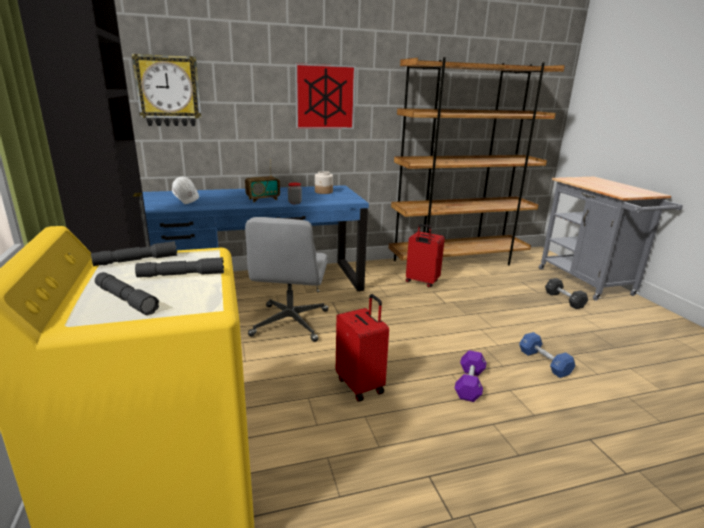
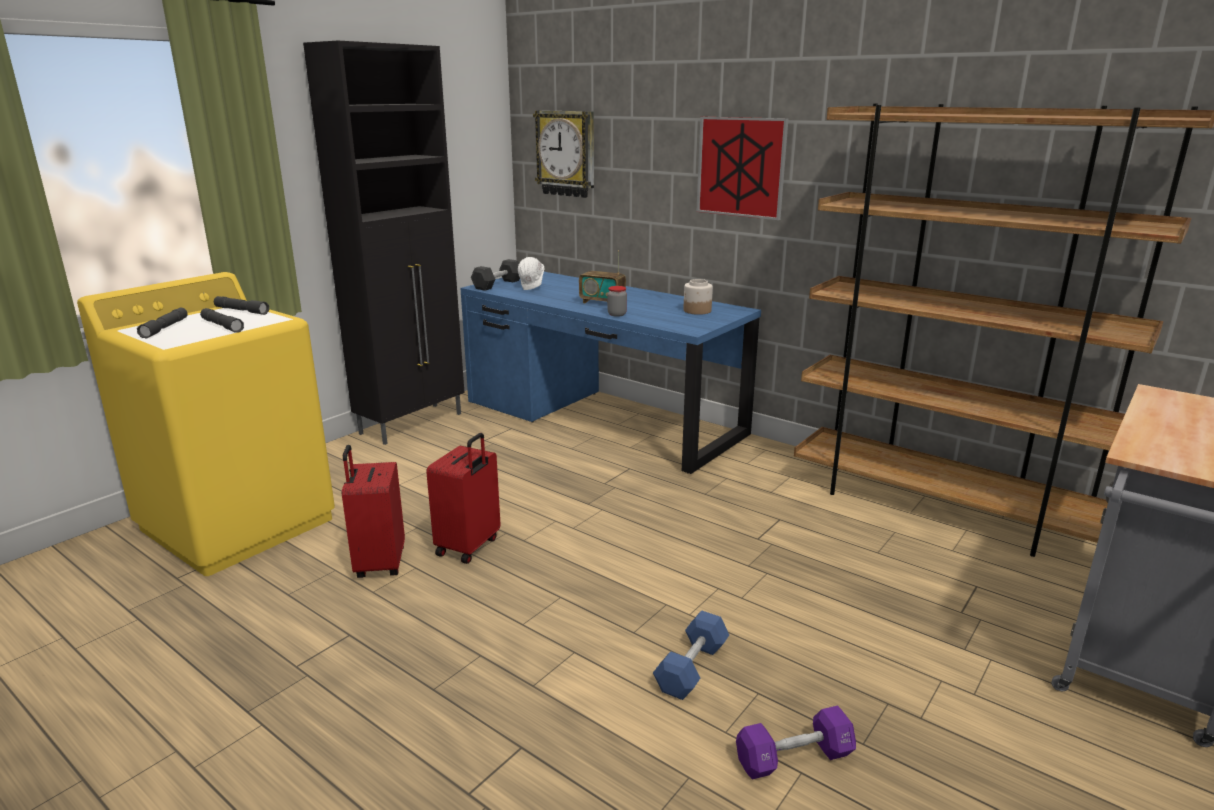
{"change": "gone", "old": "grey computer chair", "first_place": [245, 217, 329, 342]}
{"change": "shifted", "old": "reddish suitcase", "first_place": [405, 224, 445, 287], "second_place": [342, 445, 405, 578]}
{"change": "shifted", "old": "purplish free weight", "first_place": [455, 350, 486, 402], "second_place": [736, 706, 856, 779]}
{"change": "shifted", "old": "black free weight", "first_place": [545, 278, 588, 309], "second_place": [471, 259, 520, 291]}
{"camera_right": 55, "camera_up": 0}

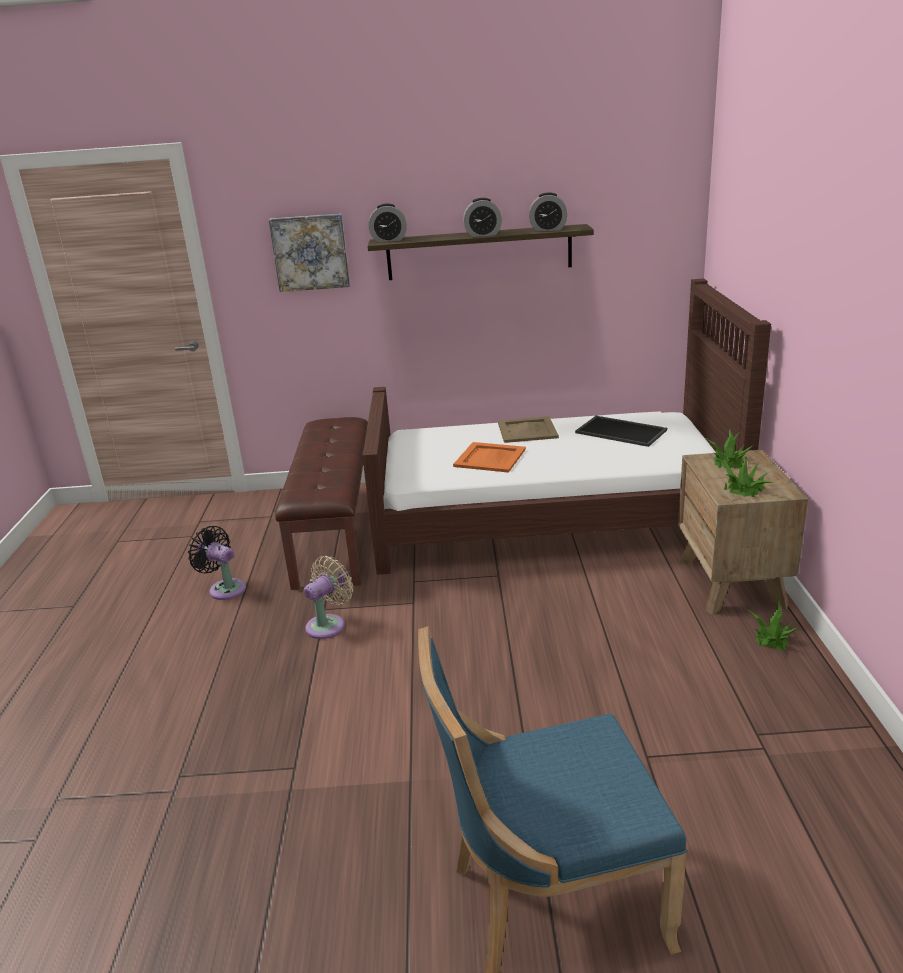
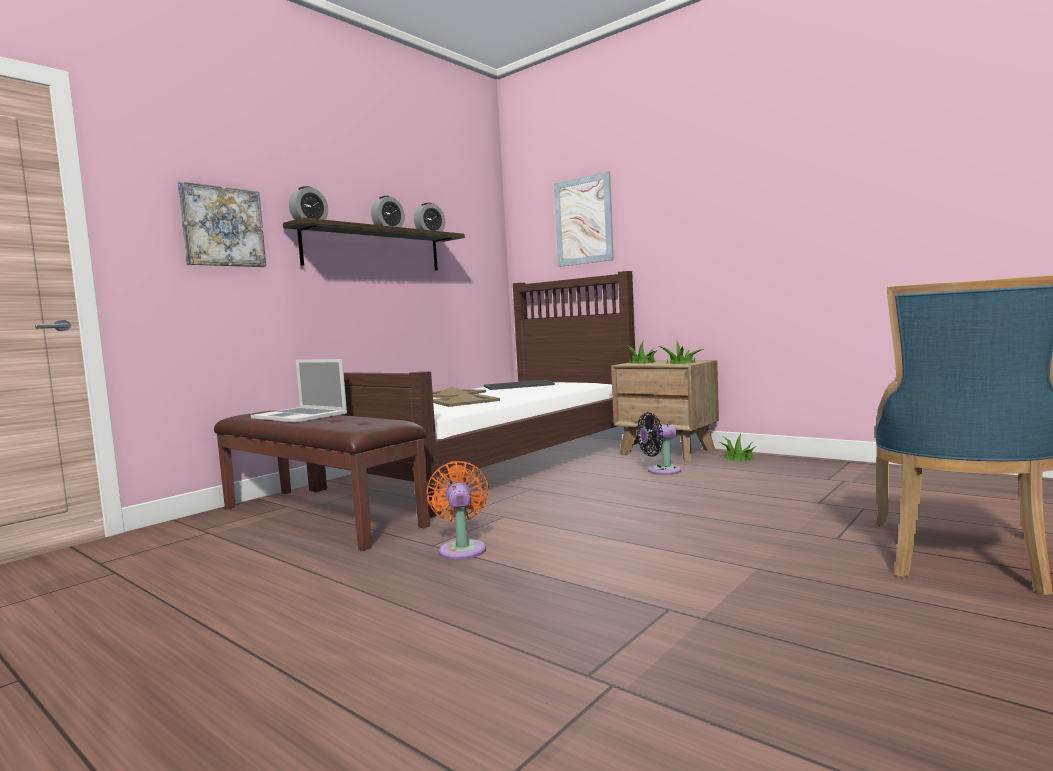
{"change": "new", "new": "portable computer", "second_place": [251, 359, 347, 422]}
{"change": "new", "new": "wall picture", "second_place": [554, 171, 614, 267]}
{"change": "shifted", "old": "black cooling fan", "first_place": [188, 526, 246, 600], "second_place": [637, 412, 681, 475]}
{"change": "repainted", "old": "beige-coloured cooling fan", "new": "orange-coloured cooling fan", "first_place": [303, 556, 353, 639], "second_place": [427, 461, 489, 560]}
{"change": "repainted", "old": "orange-coloured tray", "new": "beige-coloured tray", "first_place": [453, 442, 526, 473], "second_place": [433, 393, 500, 407]}
{"camera_right": -50, "camera_up": -20}

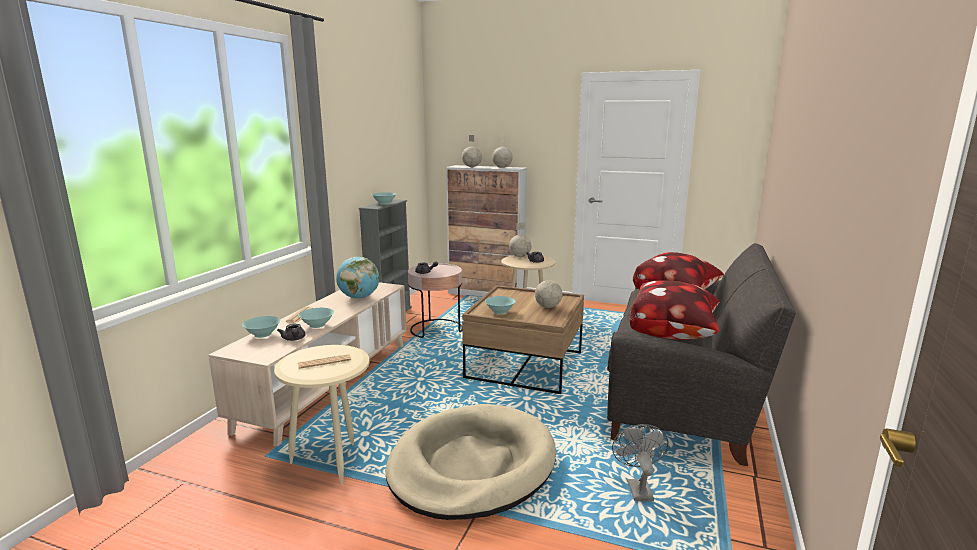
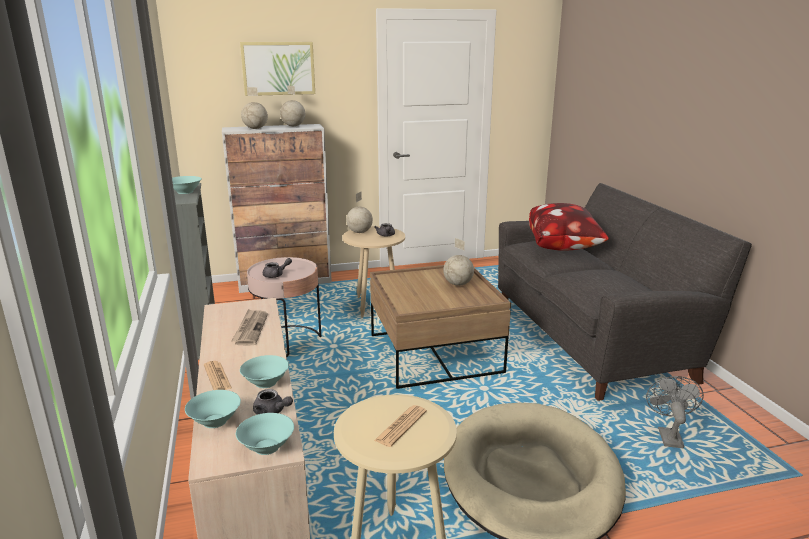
{"change": "gone", "old": "cushion", "first_place": [630, 280, 720, 340]}
{"change": "new", "new": "wall picture", "second_place": [240, 42, 315, 96]}
{"change": "shifted", "old": "turquoise-coloured serving bowl", "first_place": [485, 296, 516, 314], "second_place": [236, 413, 294, 455]}
{"change": "swapped", "old": "world globe", "new": "newspaper", "first_place": [336, 257, 379, 299], "second_place": [231, 309, 268, 345]}
{"change": "rotated", "old": "grey cooling fan", "first_place": [612, 424, 668, 501], "second_place": [646, 376, 704, 448], "degrees": 45}
{"camera_right": -35, "camera_up": 5}

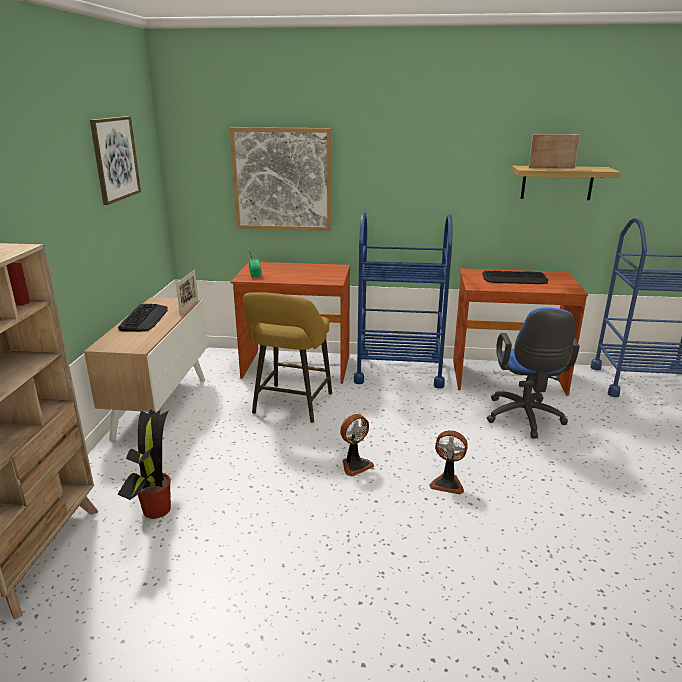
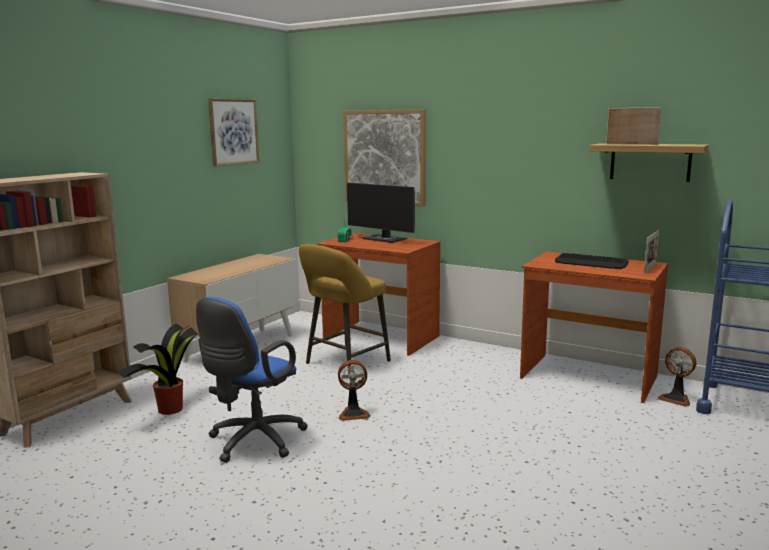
{"change": "gone", "old": "computer keyboard", "first_place": [118, 304, 168, 332]}
{"change": "gone", "old": "bluish cart", "first_place": [354, 212, 452, 389]}
{"change": "new", "new": "computer display", "second_place": [347, 183, 415, 243]}
{"change": "shifted", "old": "standing frame", "first_place": [176, 270, 198, 315], "second_place": [644, 230, 659, 274]}
{"change": "shifted", "old": "cooling fan", "first_place": [429, 430, 468, 494], "second_place": [657, 347, 696, 407]}
{"change": "shifted", "old": "bluish computer chair", "first_place": [487, 307, 580, 439], "second_place": [196, 297, 308, 463]}
{"camera_right": 25, "camera_up": -10}

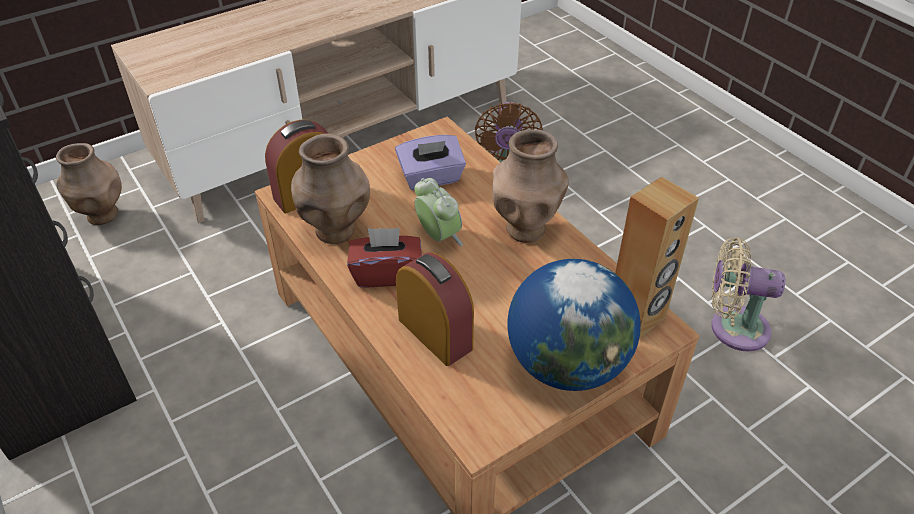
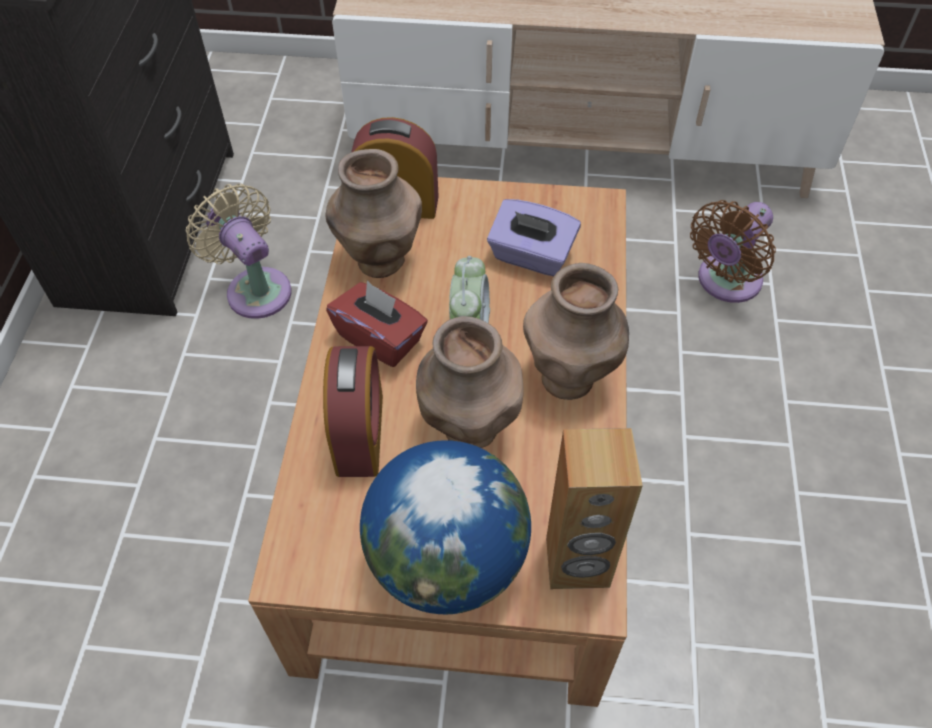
{"change": "shifted", "old": "brown vase", "first_place": [56, 143, 122, 225], "second_place": [416, 316, 523, 448]}
{"change": "shifted", "old": "beige-coloured cooling fan", "first_place": [711, 237, 785, 351], "second_place": [186, 184, 292, 319]}
{"camera_right": 40, "camera_up": 10}

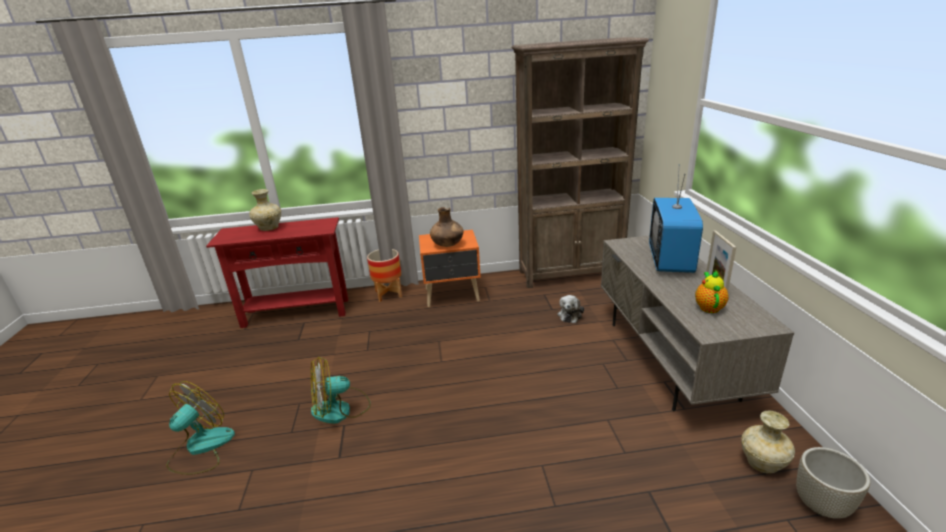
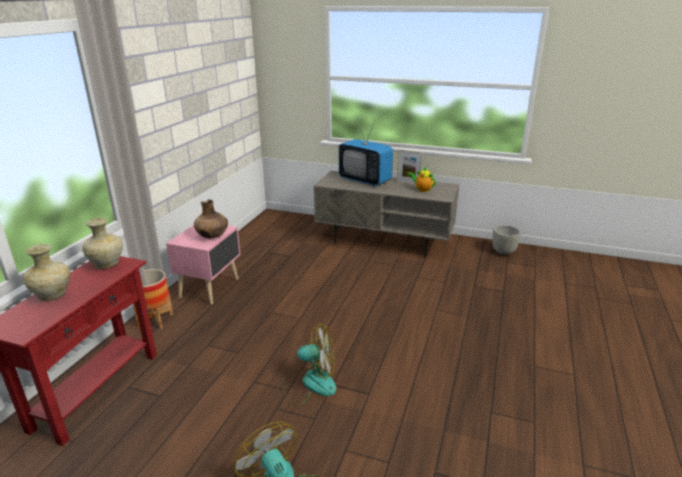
{"change": "gone", "old": "brown shelving unit", "first_place": [512, 37, 649, 288]}
{"change": "gone", "old": "soft toy", "first_place": [558, 295, 584, 323]}
{"change": "shifted", "old": "beige-coloured vase", "first_place": [741, 411, 795, 474], "second_place": [82, 218, 123, 269]}
{"change": "repainted", "old": "orange-coloured nightstand", "new": "pinkish nightstand", "first_place": [419, 230, 481, 307], "second_place": [166, 225, 240, 305]}
{"change": "rotated", "old": "cooling fan", "first_place": [311, 357, 371, 424], "second_place": [283, 324, 336, 406], "degrees": -90}
{"camera_right": -65, "camera_up": 0}

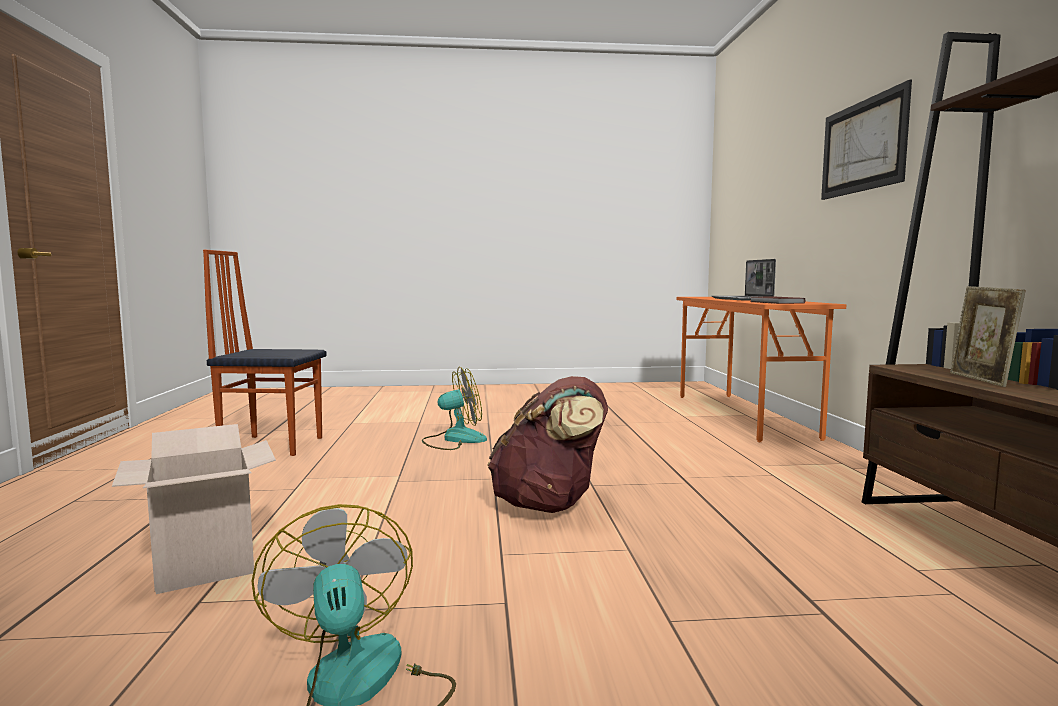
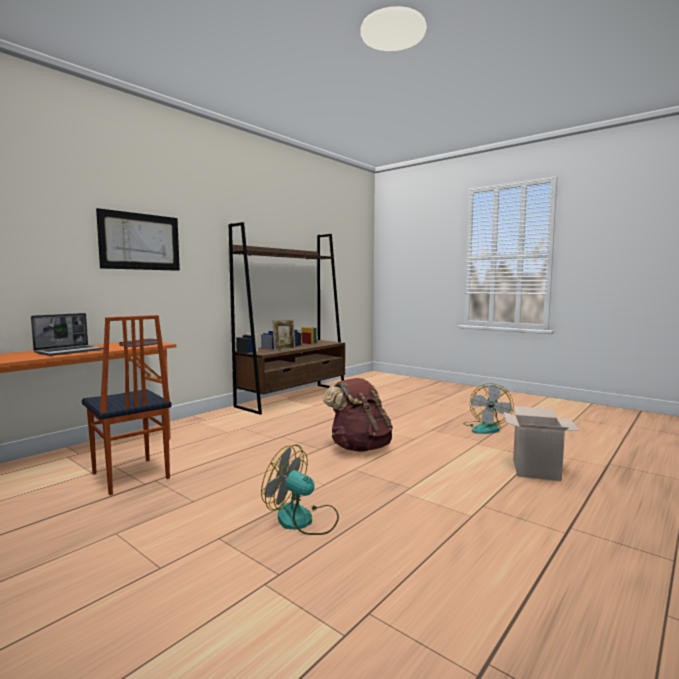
{"change": "shifted", "old": "plain chair", "first_place": [203, 250, 327, 456], "second_place": [82, 315, 172, 495]}
{"camera_right": -135, "camera_up": 0}

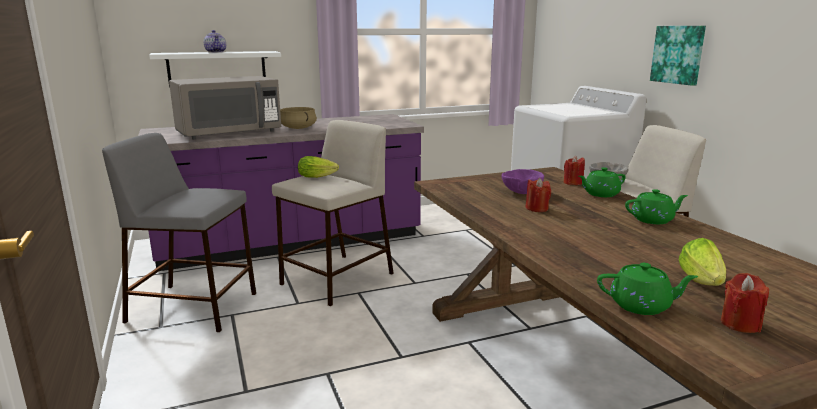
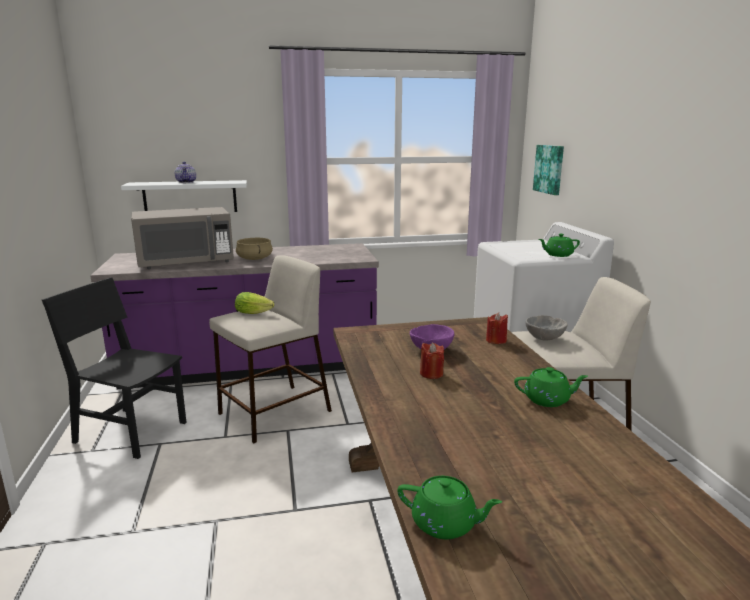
{"change": "gone", "old": "head of lettuce", "first_place": [679, 238, 726, 286]}
{"change": "gone", "old": "reddish wax candle", "first_place": [721, 273, 769, 333]}
{"change": "shifted", "old": "greenish tea pot", "first_place": [579, 167, 626, 197], "second_place": [539, 234, 580, 257]}
{"change": "shifted", "old": "wall picture", "first_place": [650, 26, 706, 86], "second_place": [533, 145, 564, 195]}
{"change": "swapped", "old": "grey sitting stool", "new": "black plain chair", "first_place": [102, 133, 256, 332], "second_place": [42, 278, 187, 459]}
{"camera_right": 10, "camera_up": 0}

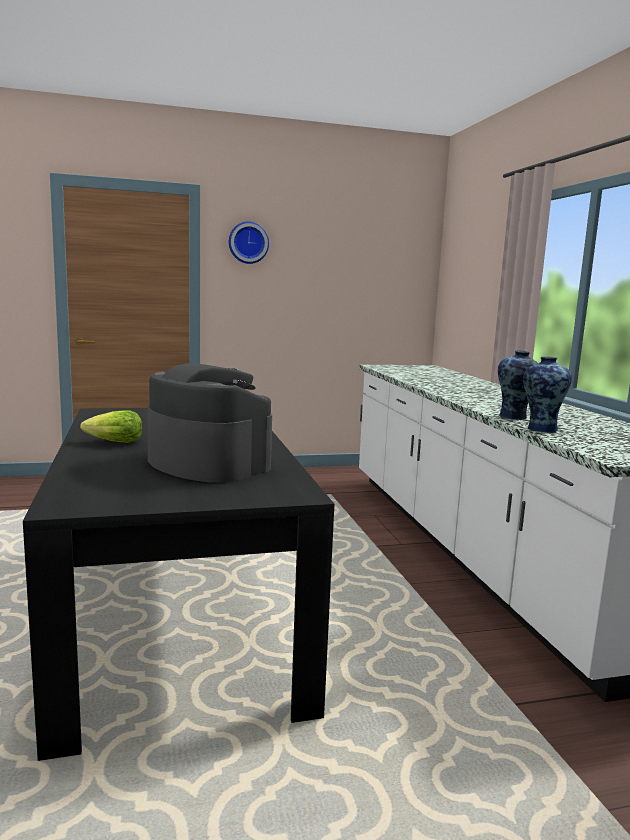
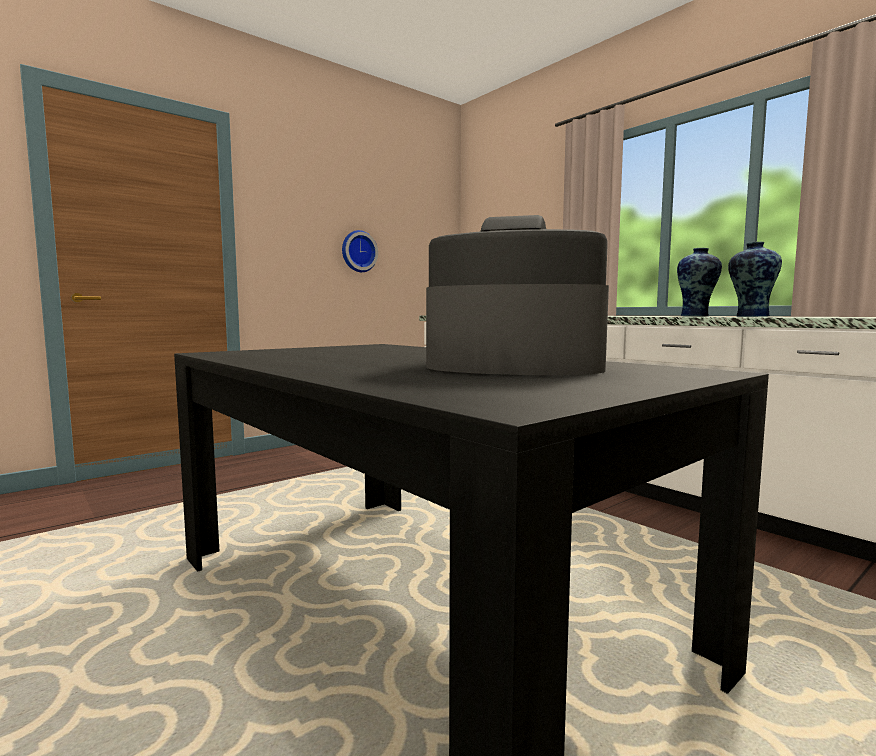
{"change": "gone", "old": "head of lettuce", "first_place": [80, 410, 142, 443]}
{"change": "shifted", "old": "hanging clock", "first_place": [229, 222, 269, 264], "second_place": [342, 230, 378, 272]}
{"camera_right": -25, "camera_up": -5}

